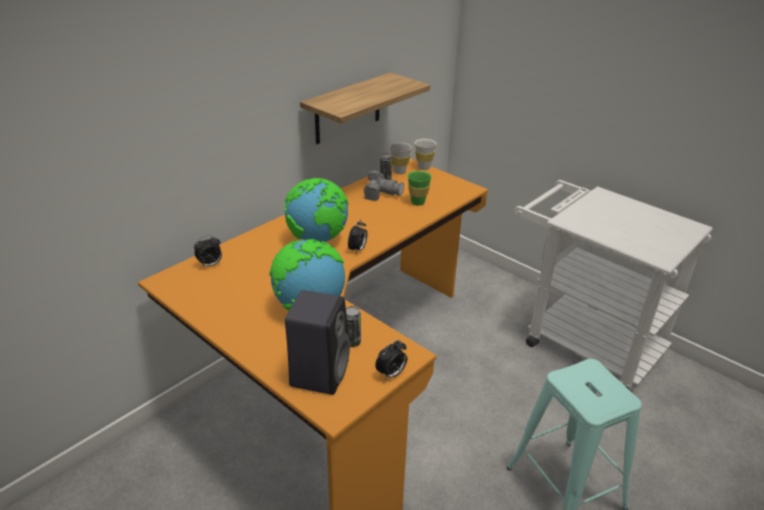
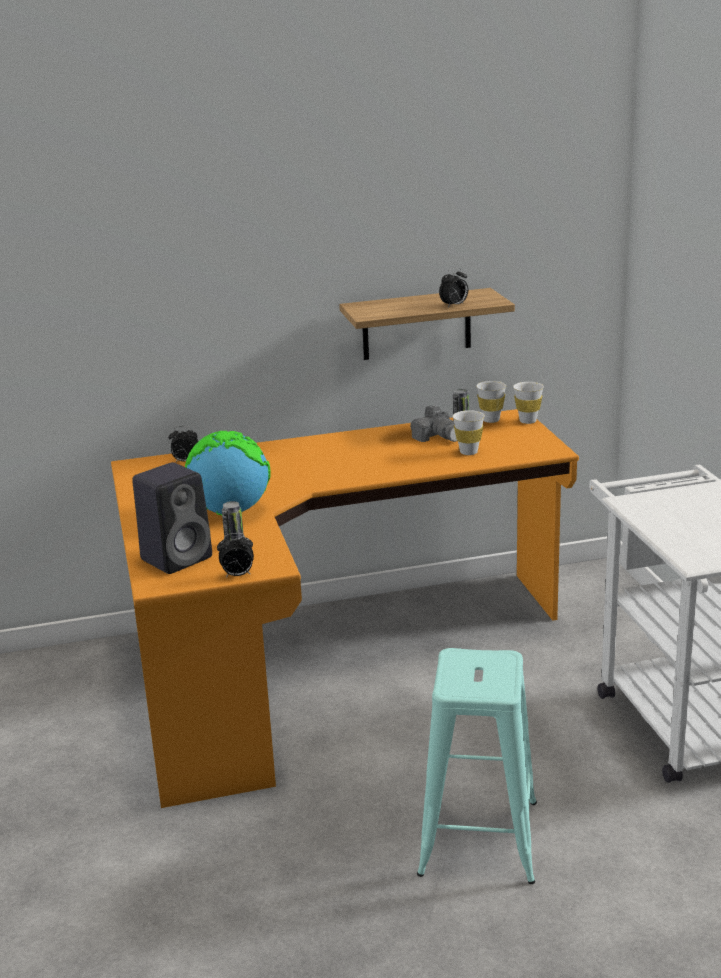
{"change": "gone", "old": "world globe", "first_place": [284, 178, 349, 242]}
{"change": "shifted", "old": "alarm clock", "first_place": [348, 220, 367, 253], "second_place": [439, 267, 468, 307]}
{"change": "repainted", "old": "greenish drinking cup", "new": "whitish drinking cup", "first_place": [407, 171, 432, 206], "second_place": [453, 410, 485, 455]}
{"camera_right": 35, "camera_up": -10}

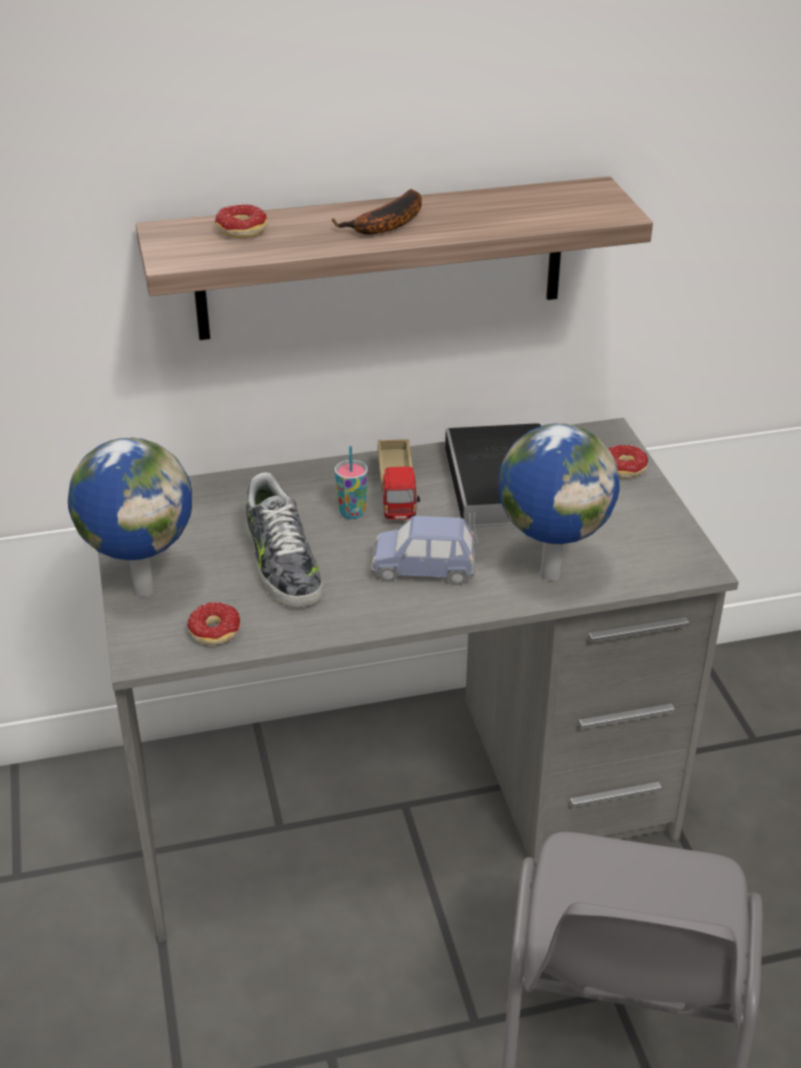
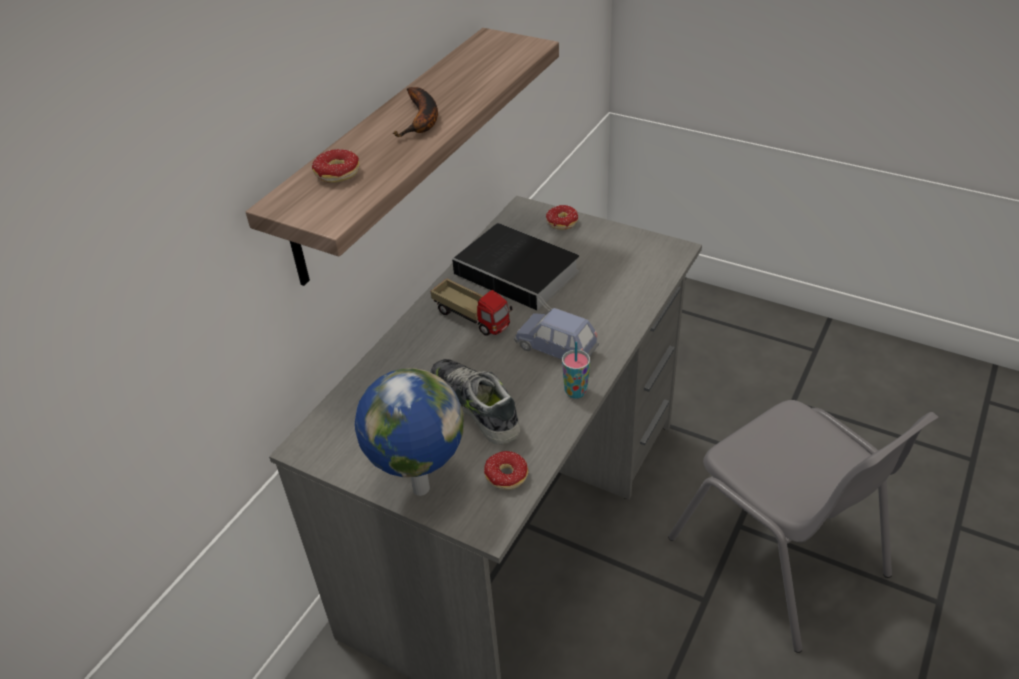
{"change": "gone", "old": "world globe", "first_place": [499, 423, 620, 581]}
{"change": "shifted", "old": "drinking cup", "first_place": [335, 446, 368, 519], "second_place": [562, 341, 590, 399]}
{"change": "rotated", "old": "item of footwear", "first_place": [246, 472, 323, 608], "second_place": [429, 359, 520, 445], "degrees": -150}
{"change": "rotated", "old": "bluish toy car", "first_place": [371, 516, 476, 585], "second_place": [514, 308, 599, 360], "degrees": 75}
{"camera_right": -45, "camera_up": 5}

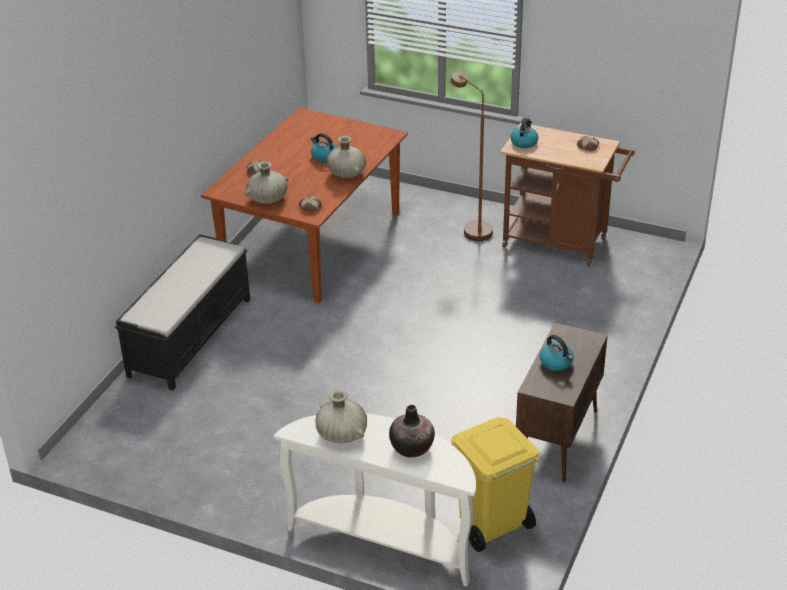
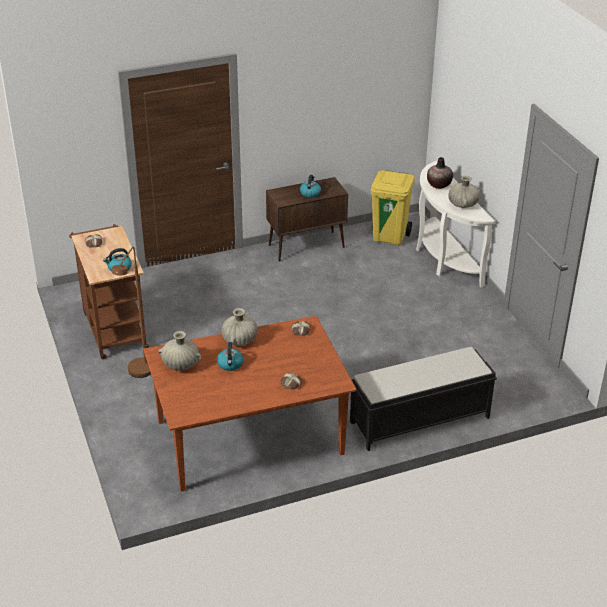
{"change": "shifted", "old": "beige-coloured vase", "first_place": [245, 161, 288, 204], "second_place": [158, 331, 202, 371]}
{"camera_right": -135, "camera_up": 0}

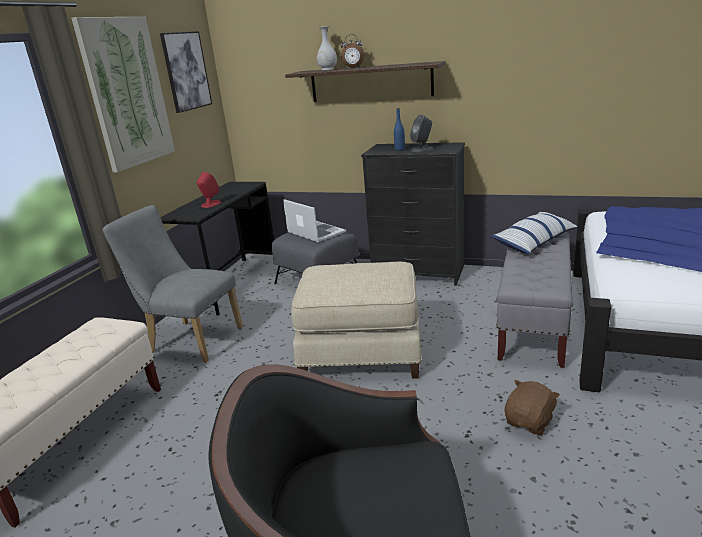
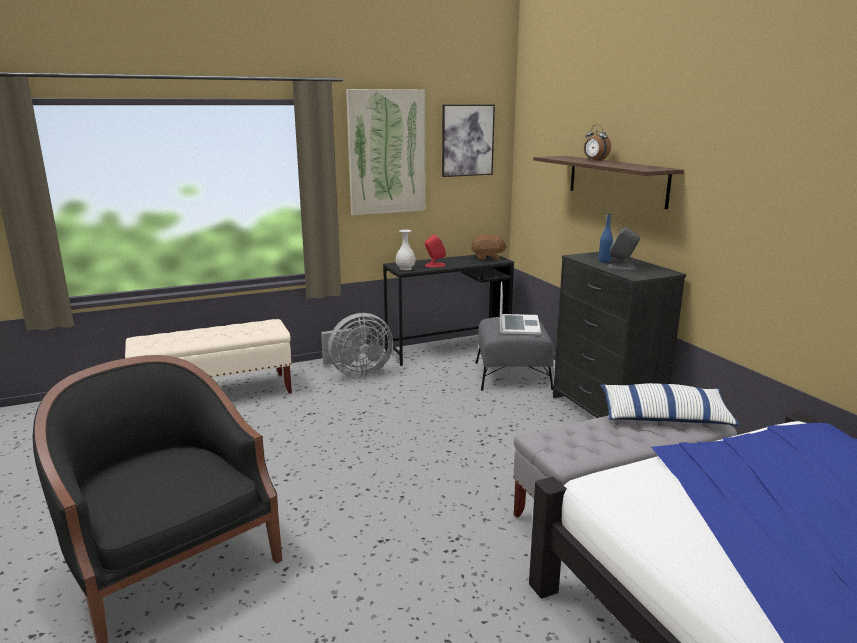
{"change": "gone", "old": "beige-coloured ottoman", "first_place": [291, 262, 422, 379]}
{"change": "shifted", "old": "whitish vase", "first_place": [317, 26, 337, 70], "second_place": [396, 230, 416, 271]}
{"change": "shifted", "old": "brown soft toy", "first_place": [505, 380, 560, 435], "second_place": [471, 234, 507, 260]}
{"change": "swapped", "old": "grey plain chair", "new": "grey cooling fan", "first_place": [102, 205, 243, 363], "second_place": [321, 313, 393, 377]}
{"camera_right": 45, "camera_up": -5}

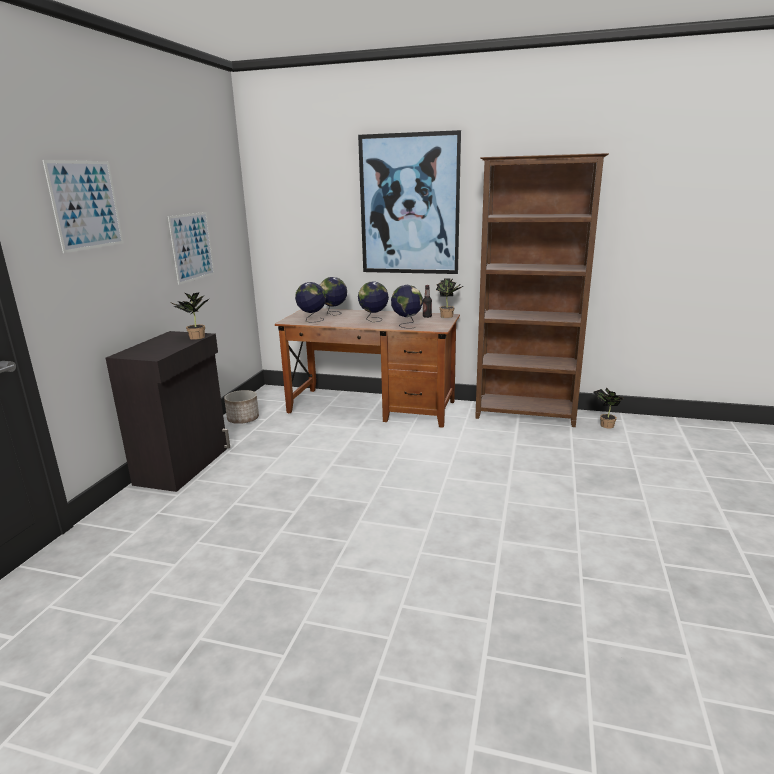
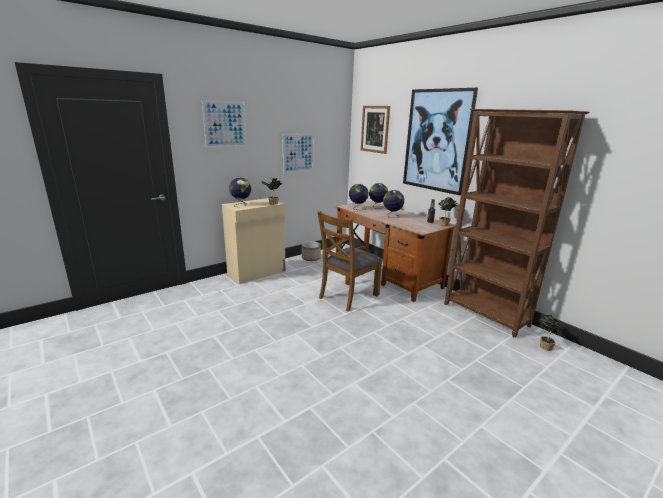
{"change": "new", "new": "brown plain chair", "second_place": [317, 211, 383, 312]}
{"change": "new", "new": "wall picture", "second_place": [361, 106, 390, 154]}
{"change": "shifted", "old": "world globe", "first_place": [391, 285, 423, 329], "second_place": [229, 178, 251, 206]}
{"change": "repainted", "old": "black cupboard", "new": "beige-coloured cupboard", "first_place": [105, 331, 230, 492], "second_place": [222, 198, 286, 284]}
{"camera_right": 35, "camera_up": 0}

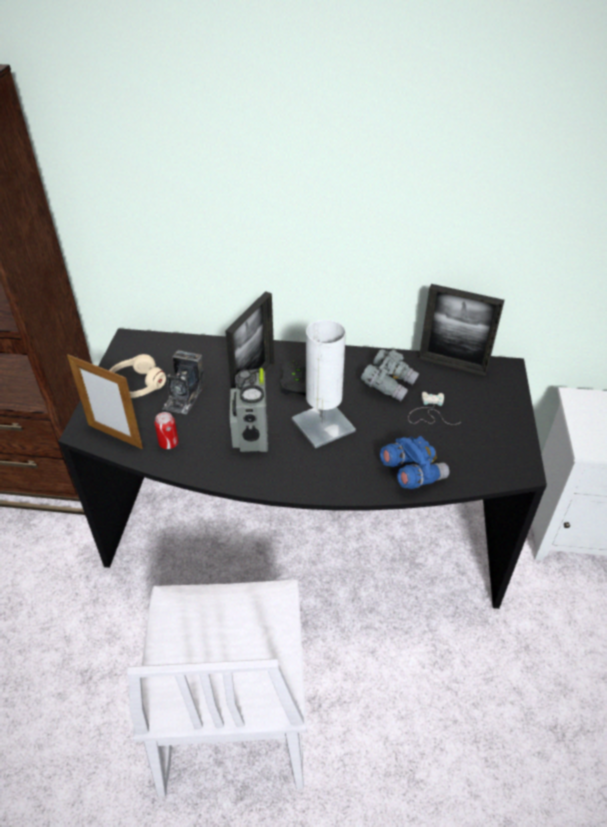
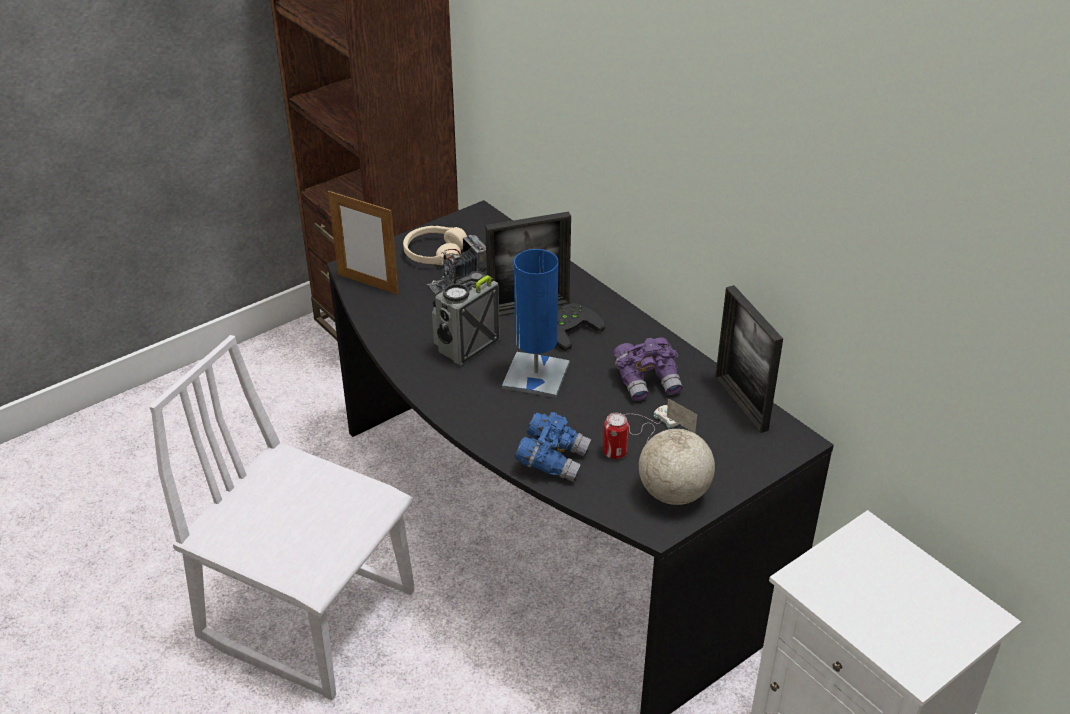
{"change": "new", "new": "world globe", "second_place": [639, 398, 715, 505]}
{"change": "shifted", "old": "metal can", "first_place": [154, 412, 179, 449], "second_place": [603, 412, 629, 459]}
{"change": "repainted", "old": "whitish table lamp", "new": "bluish table lamp", "first_place": [292, 320, 356, 448], "second_place": [502, 249, 569, 398]}
{"change": "repainted", "old": "grey binoculars", "new": "purplish binoculars", "first_place": [361, 349, 419, 402], "second_place": [613, 337, 683, 401]}
{"change": "rotated", "old": "standing frame", "first_place": [67, 354, 143, 449], "second_place": [328, 190, 399, 295], "degrees": -45}
{"change": "rotated", "old": "whitish plain chair", "first_place": [126, 580, 307, 798], "second_place": [149, 335, 414, 700], "degrees": 75}
{"camera_right": 45, "camera_up": -5}

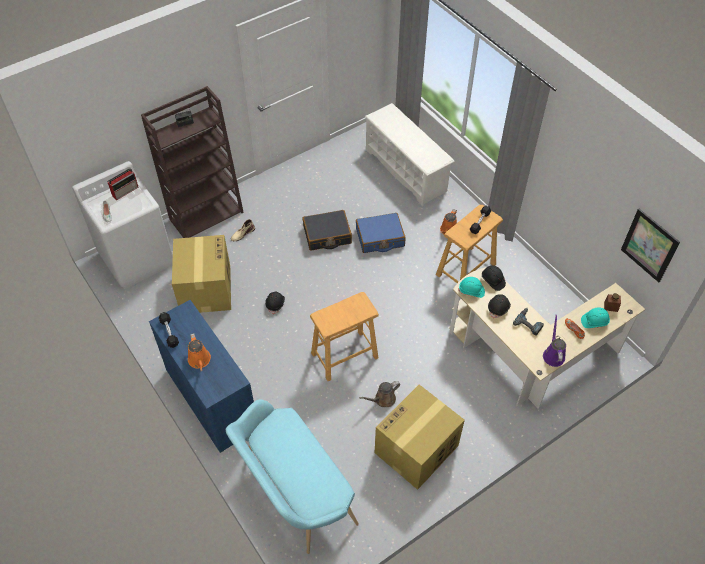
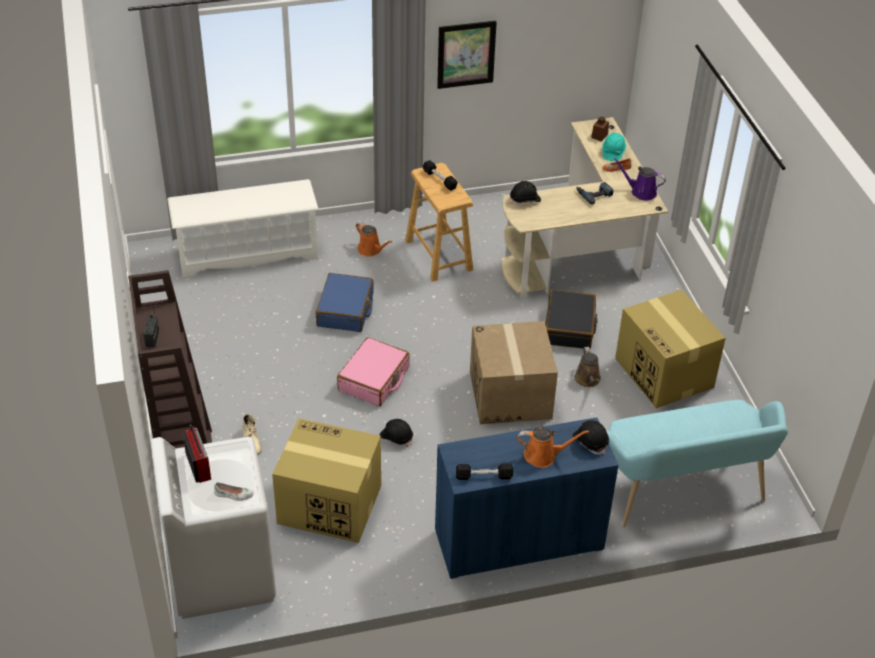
{"change": "gone", "old": "turquoise-coloured hard hat", "first_place": [458, 277, 485, 298]}
{"change": "new", "new": "pinkish suitcase", "second_place": [337, 337, 410, 406]}
{"change": "shifted", "old": "black suitcase", "first_place": [303, 210, 352, 250], "second_place": [545, 290, 598, 349]}
{"change": "shifted", "old": "black hard hat", "first_place": [488, 294, 511, 318], "second_place": [573, 420, 609, 455]}
{"change": "shifted", "old": "wall picture", "first_place": [621, 209, 680, 282], "second_place": [437, 21, 497, 89]}
{"change": "swapped", "old": "beige-coloured sitting stool", "new": "carton", "first_place": [310, 292, 379, 381], "second_place": [470, 321, 558, 424]}
{"camera_right": -70, "camera_up": -10}

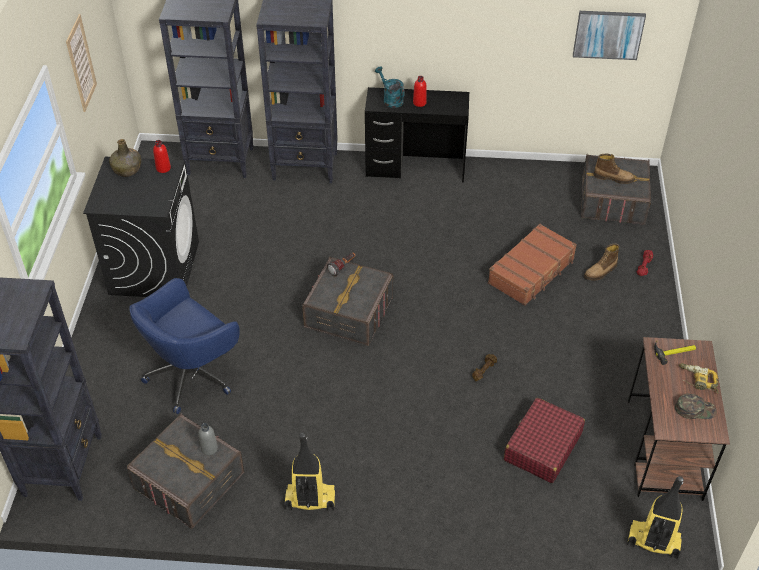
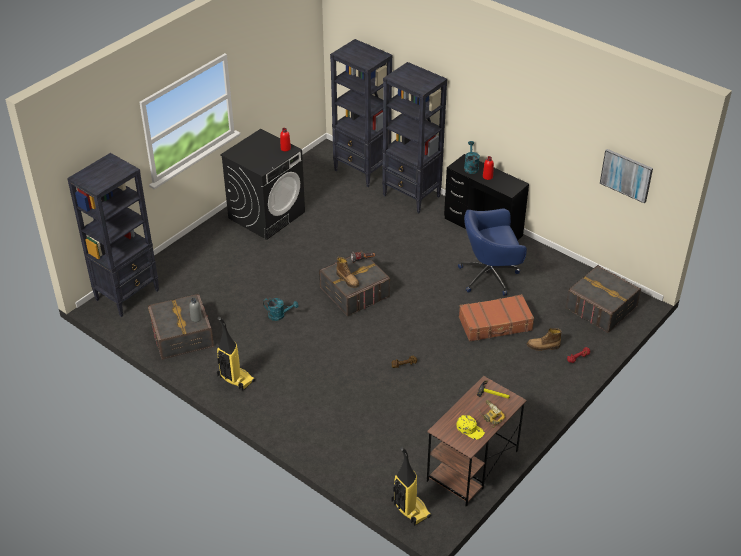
{"change": "gone", "old": "wall picture", "first_place": [66, 14, 97, 112]}
{"change": "gone", "old": "greenish bottle", "first_place": [109, 139, 141, 177]}
{"change": "gone", "old": "reddish suitcase", "first_place": [504, 398, 585, 483]}
{"change": "new", "new": "turquoise-coloured watering can", "second_place": [263, 298, 298, 321]}
{"change": "shifted", "old": "bluish computer chair", "first_place": [129, 278, 240, 414], "second_place": [458, 209, 527, 296]}
{"change": "shifted", "old": "tall boot", "first_place": [593, 154, 635, 184], "second_place": [336, 257, 359, 288]}
{"change": "repainted", "old": "greenish baseball cap", "new": "yellow baseball cap", "first_place": [675, 393, 716, 419], "second_place": [456, 415, 485, 440]}
{"camera_right": 35, "camera_up": -5}

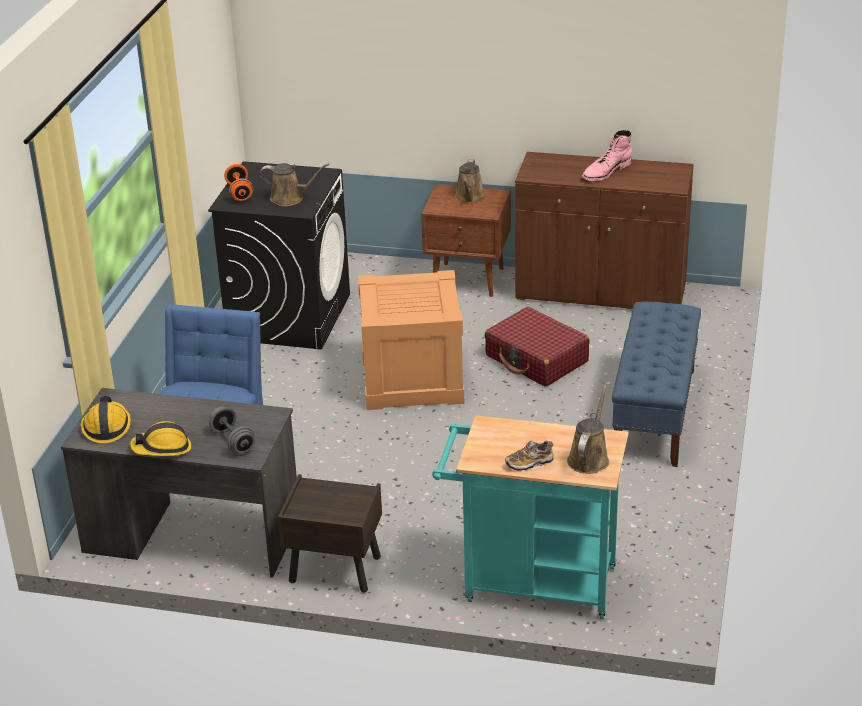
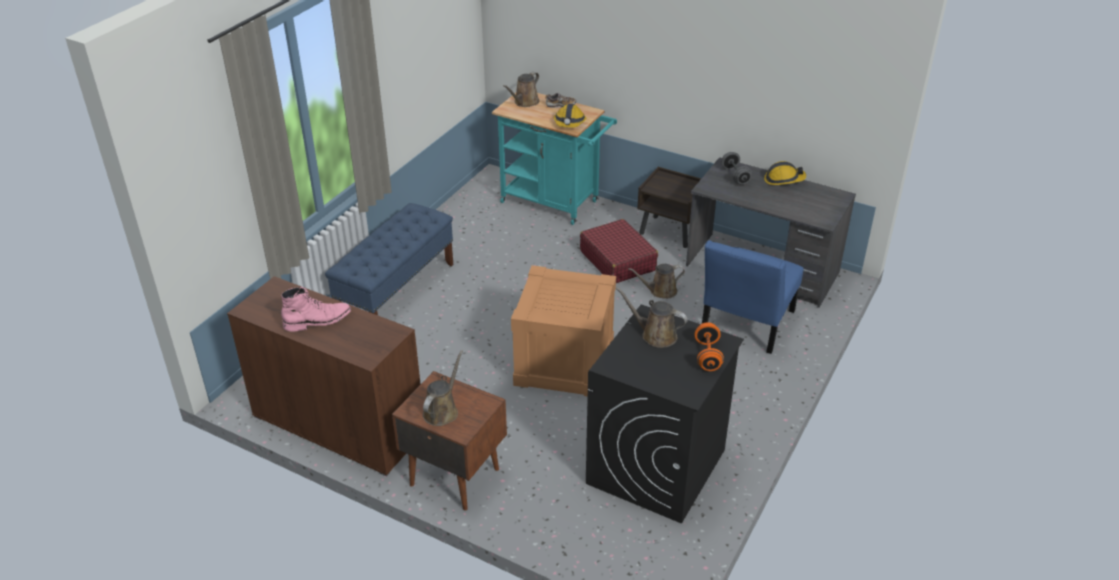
{"change": "new", "new": "brown watering can", "second_place": [628, 264, 685, 299]}
{"change": "shifted", "old": "hard hat", "first_place": [81, 396, 131, 443], "second_place": [554, 104, 586, 128]}
{"change": "shifted", "old": "reddish suitcase", "first_place": [484, 307, 590, 387], "second_place": [580, 219, 658, 283]}
{"camera_right": -165, "camera_up": 5}

